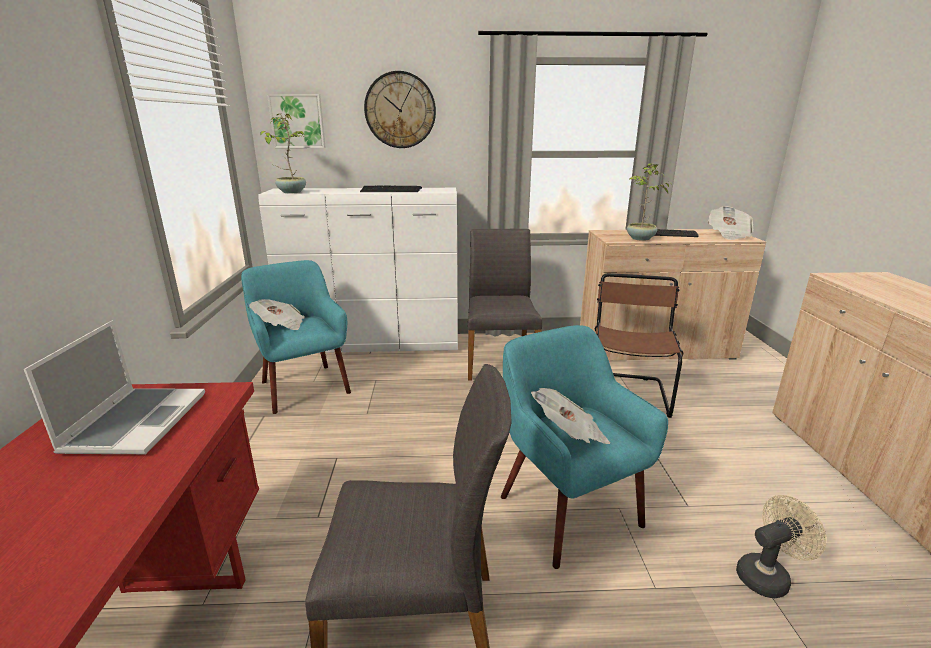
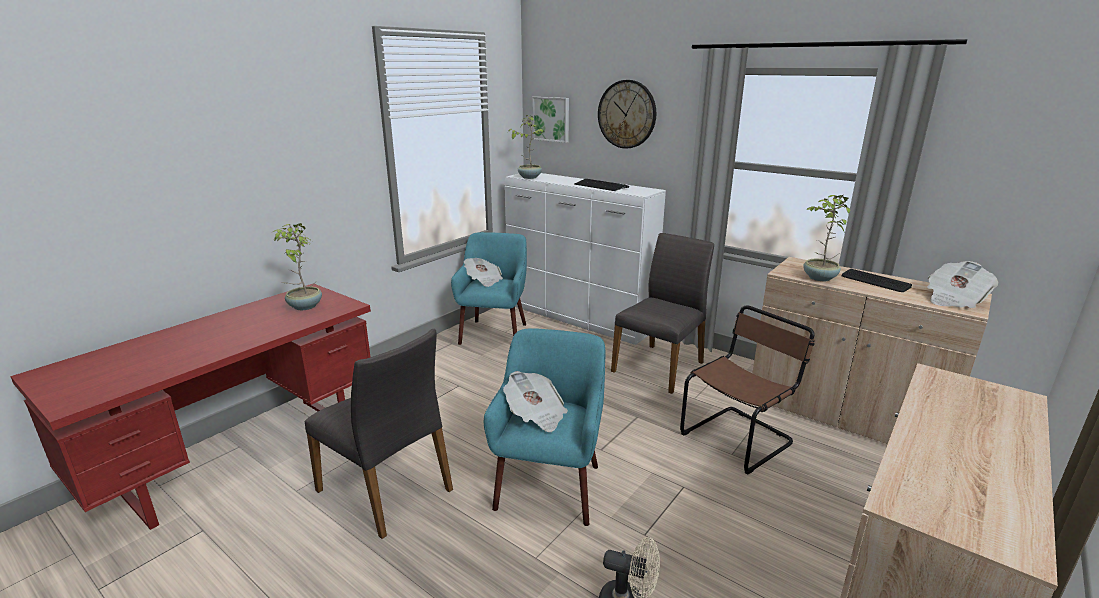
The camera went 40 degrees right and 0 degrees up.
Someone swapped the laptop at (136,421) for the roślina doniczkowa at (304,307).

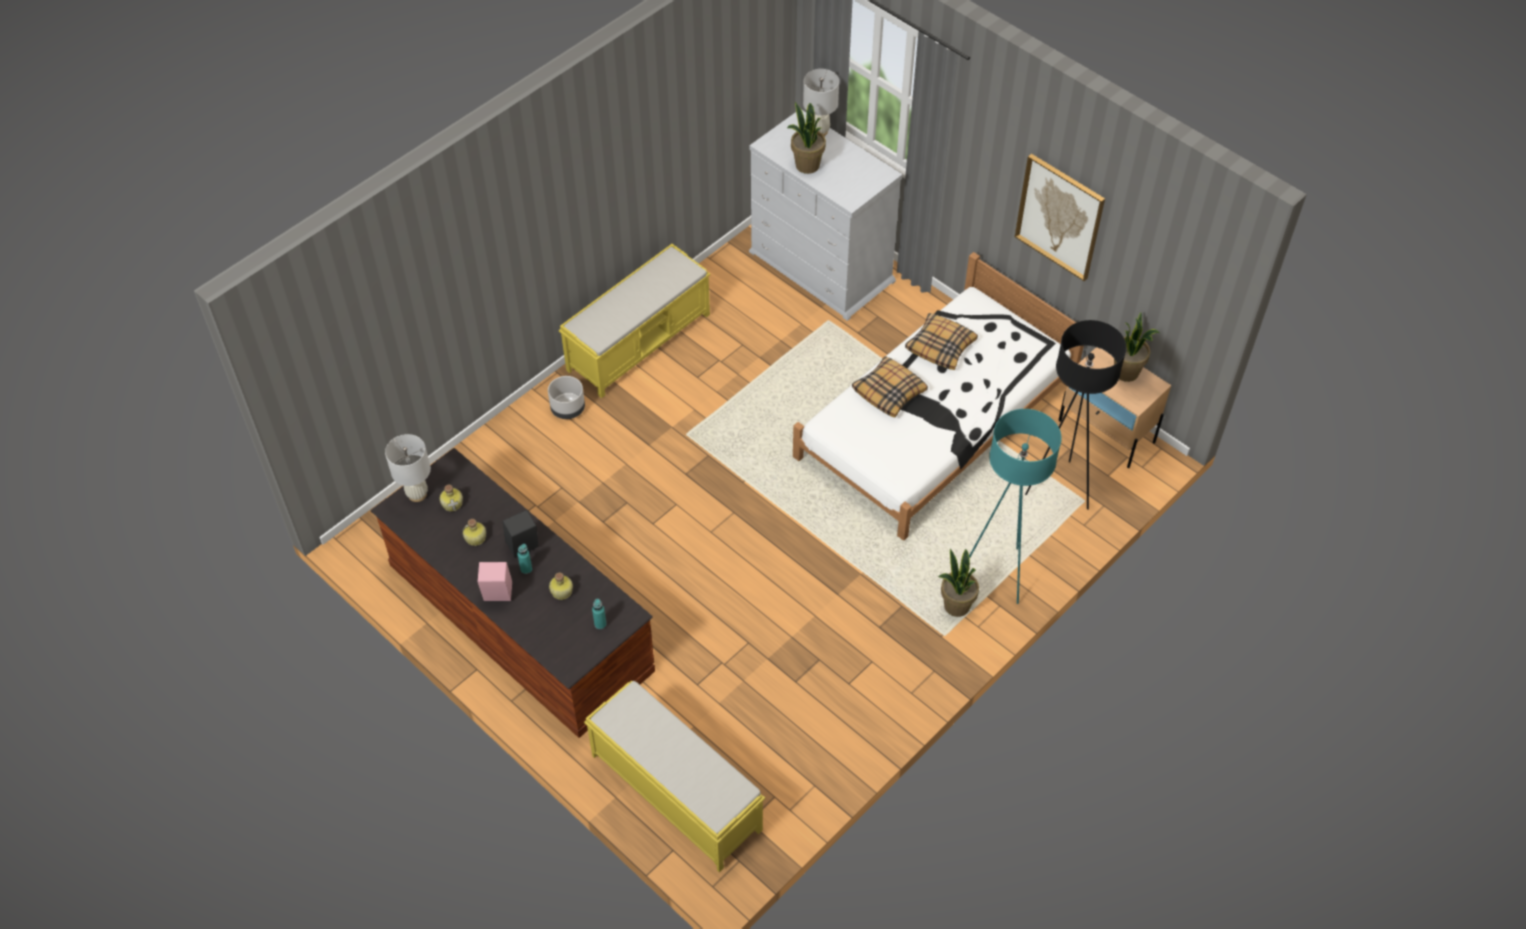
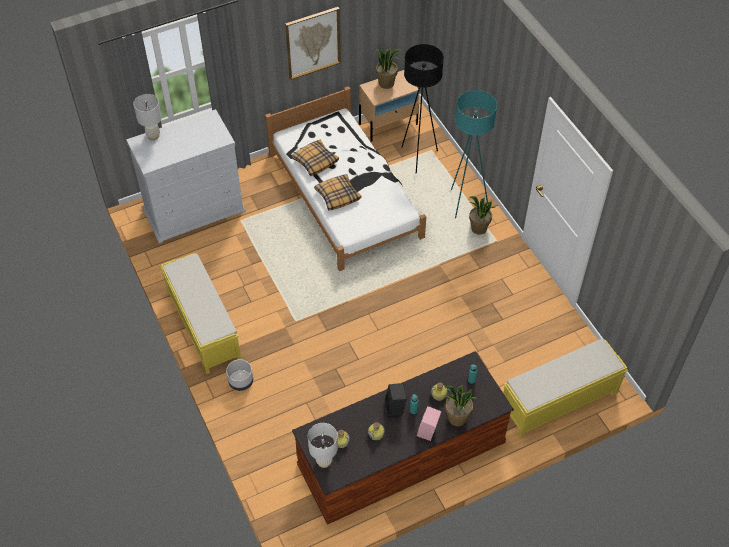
The camera went 70 degrees left and 0 degrees up.
Someone carried the roślina doniczkowa from (807,165) to (457,418).

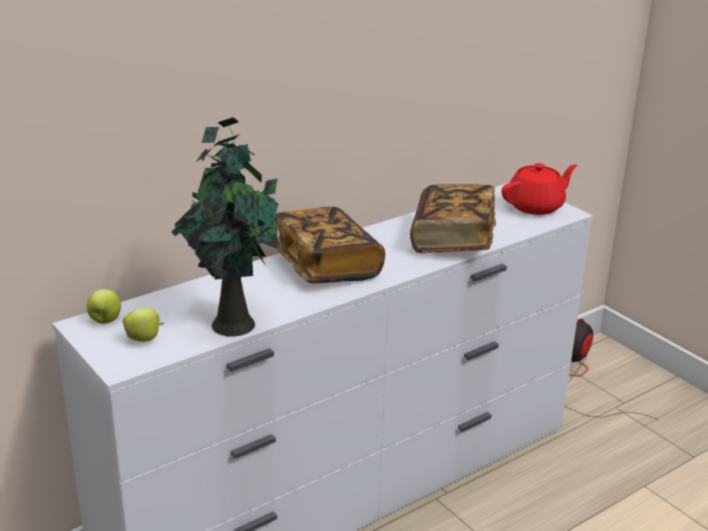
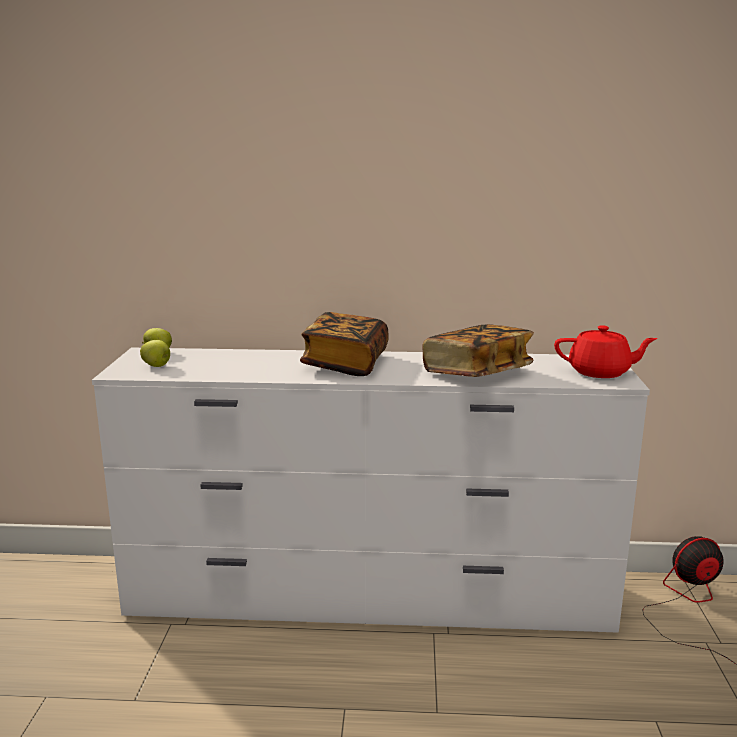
The camera went 40 degrees right and 10 degrees down.
Someone took away the roślina doniczkowa at (231,322).

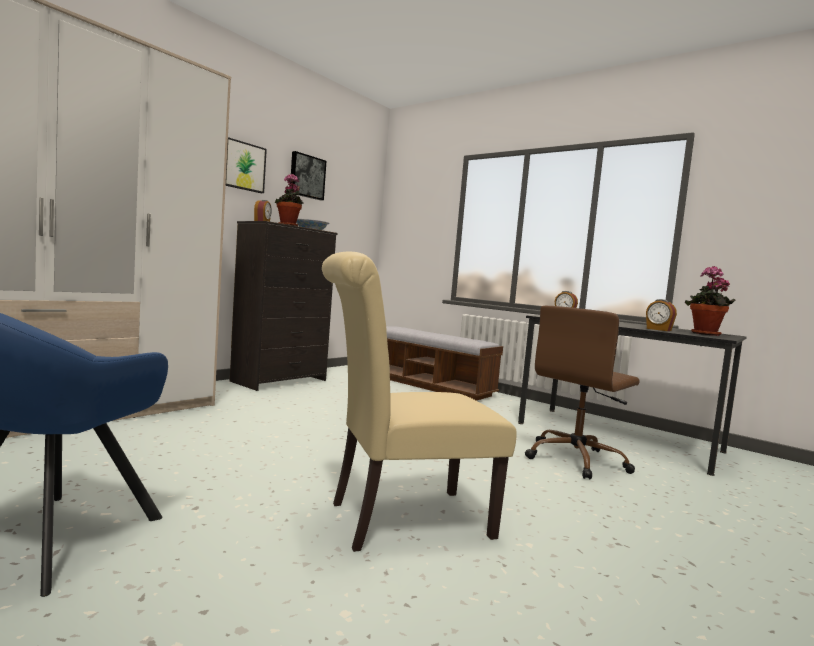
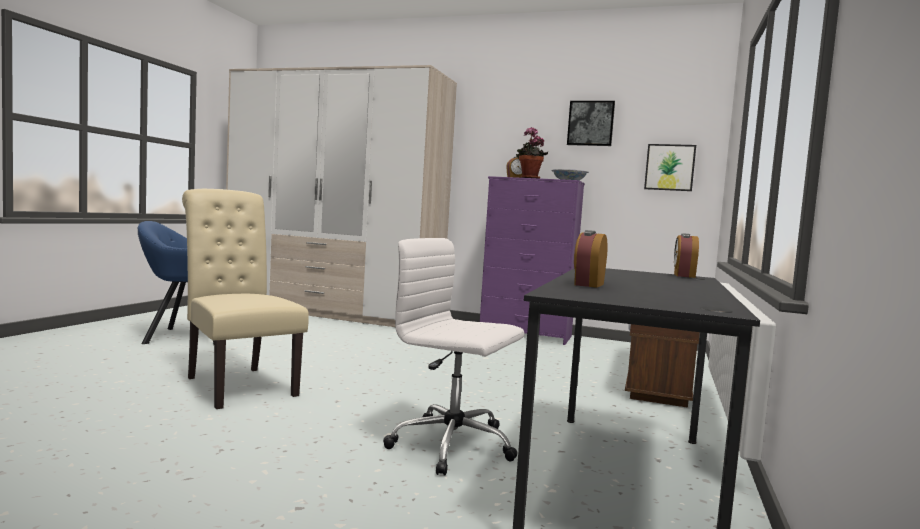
The camera went 70 degrees right and 0 degrees up.
Someone carried the obraz from (243,166) to (669,167).
Someone repainted the komoda (czarny) at (280,381), which became the komoda (fioletowy) at (526,335).
Someone took away the roślina doniczkowa at (705,334).
Someone repainted the krzesło biurowe (brązowy) at (576,459), which became the krzesło biurowe (biały) at (454,446).

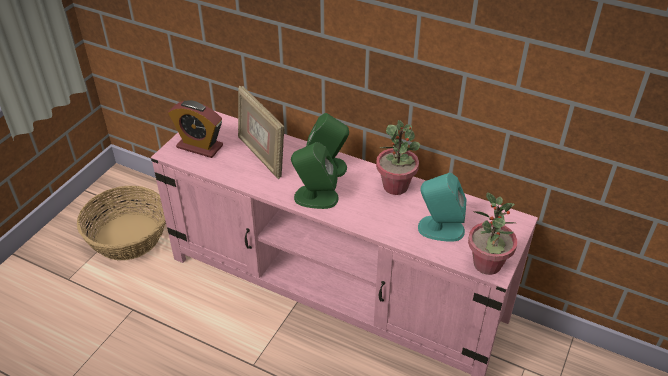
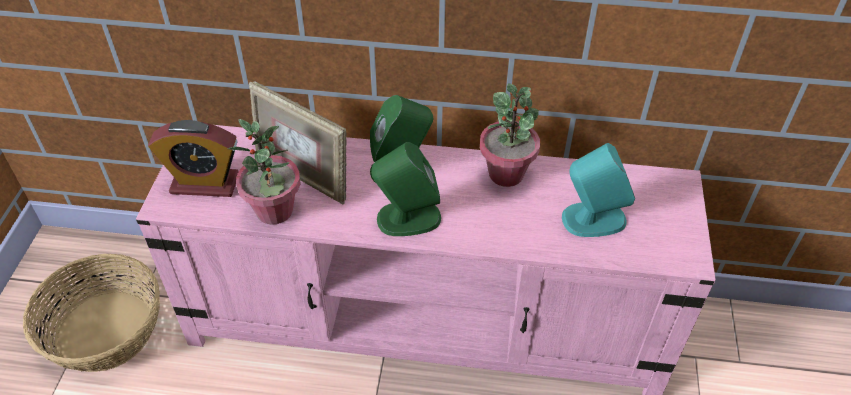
The camera went 20 degrees left and 5 degrees up.
Someone carried the roślina doniczkowa from (487,264) to (274,211).

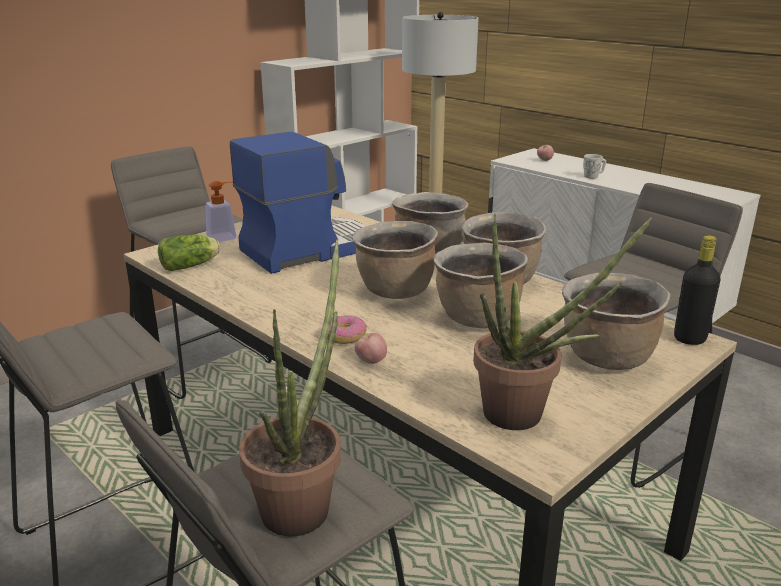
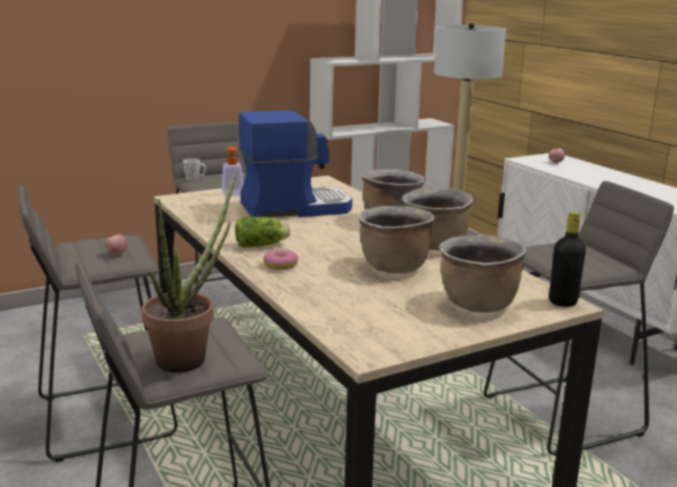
The camera went 15 degrees right and 5 degrees down.
Someone carried the kubek (biały) from (593,176) to (195,179).
Someone took away the roślina doniczkowa at (526,416).
Someone took away the garnek (brązowy) at (395,291).
Someone carried the sałata from (191,265) to (263,245).
Someone carried the jabłko from (371,361) to (116,254).

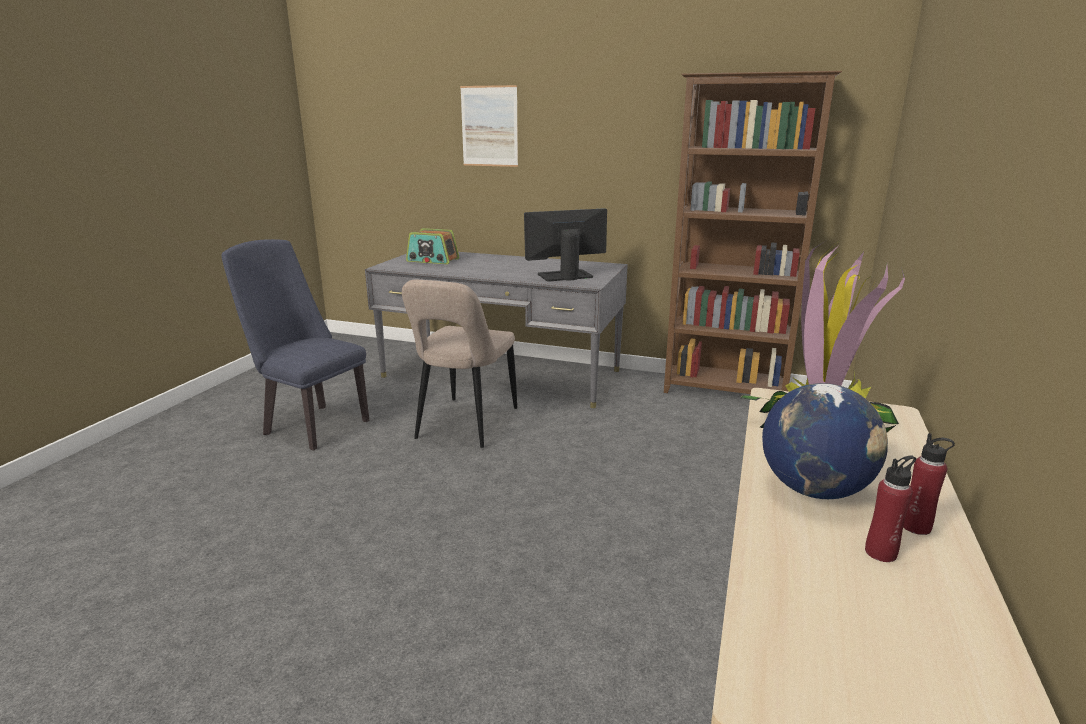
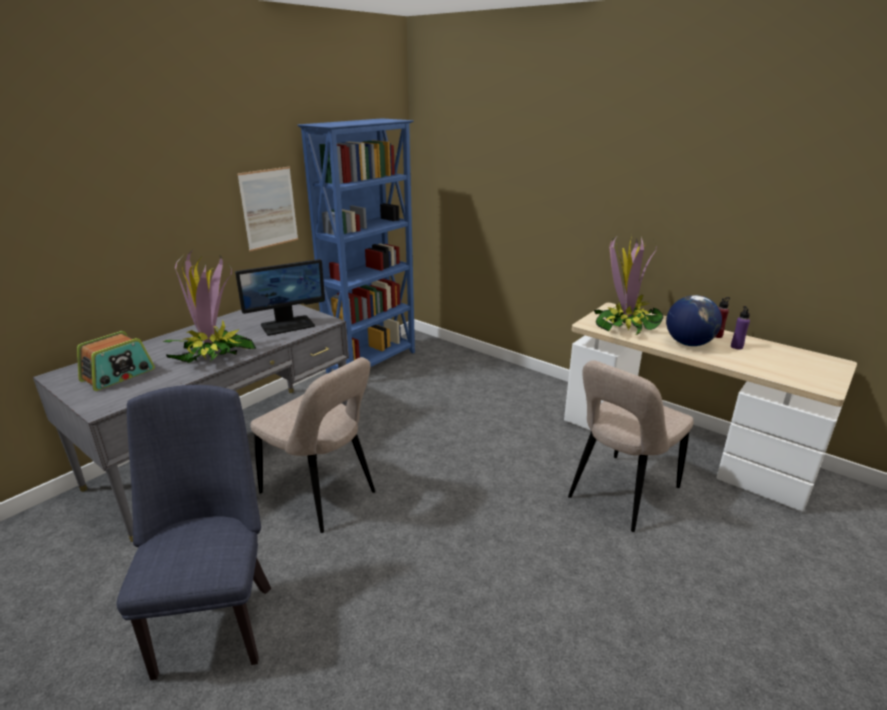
The camera went 70 degrees left and 5 degrees up.
Someone repainted the regał (brązowy) at (725,392), which became the regał (niebieski) at (373,362).
Someone carried the obraz from (489,126) to (269,208).
Someone rotated the monitor at (565,276) by 120 degrees counterclockwise.
Someone rotated the krzesło (niebieski) at (311,425) by 120 degrees clockwise.
Someone repainted the butelka (czerwony) at (880,553), which became the butelka (fioletowy) at (736,347).
Someone put down the roślina doniczkowa at (213,354).
Someone put down the krzesło (beżowy) at (620,494).

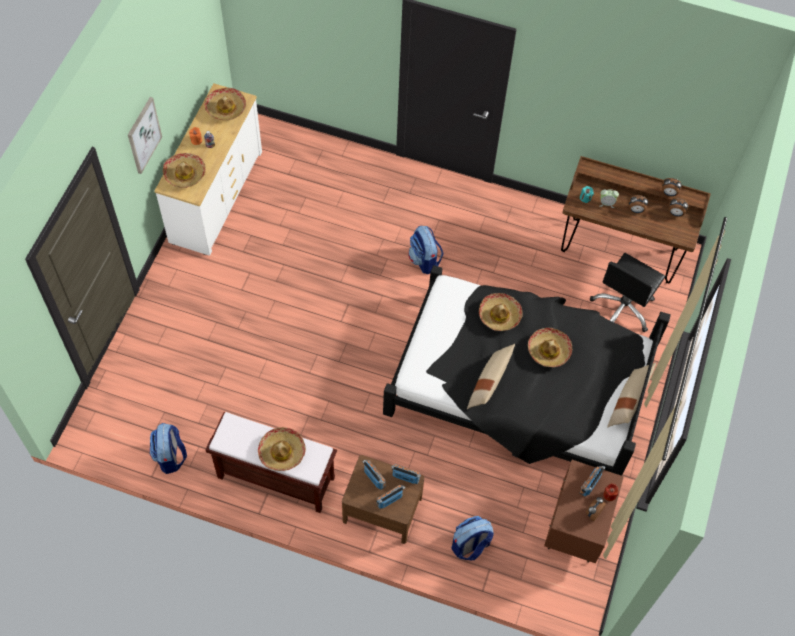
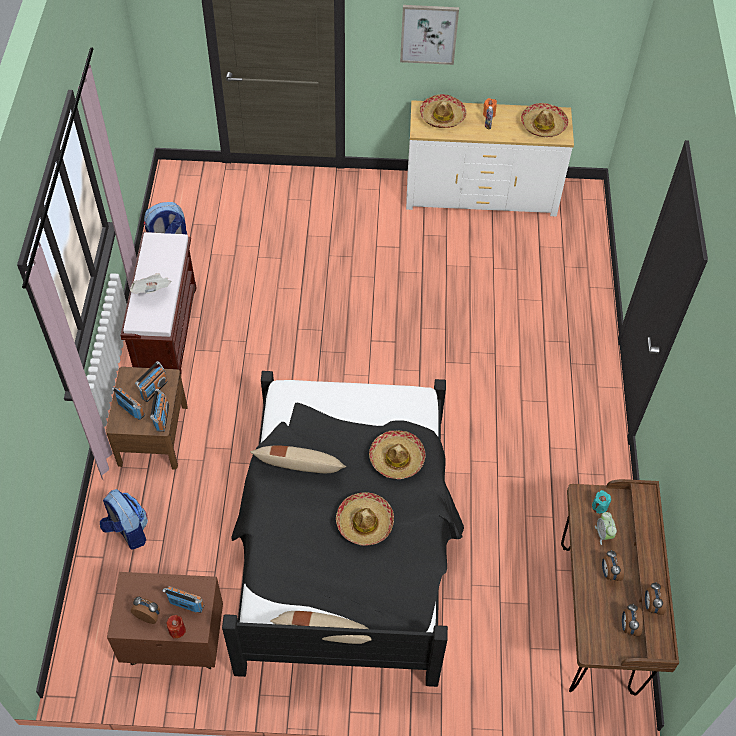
The camera went 75 degrees right and 5 degrees down.
Someone took away the plecak at (424,260).
Someone took away the krzesło biurowe (czarny) at (623,308).
Someone swapped the kapelusz at (282,452) for the gazeta at (152,290).

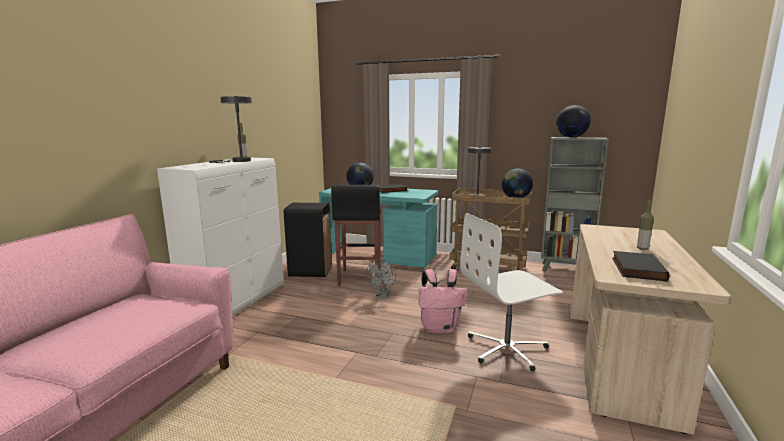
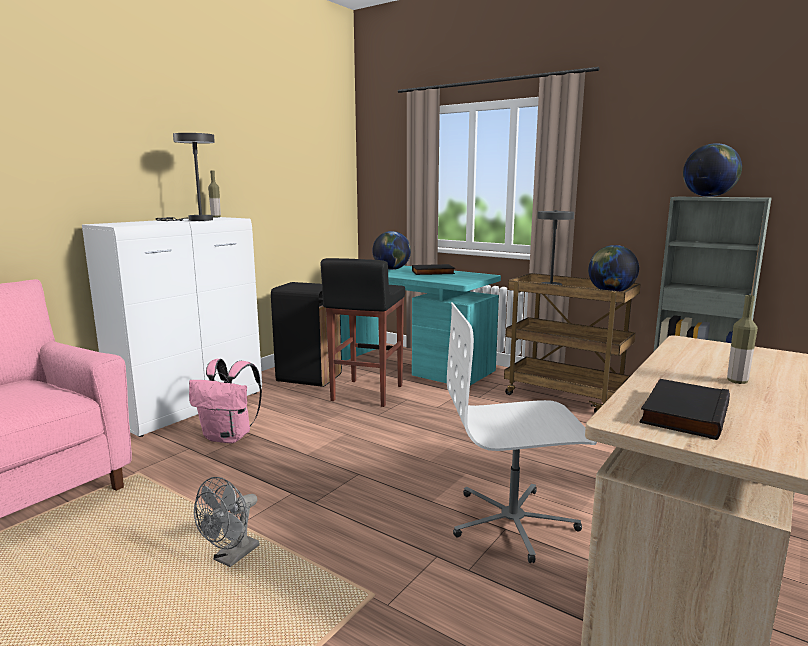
The camera went 15 degrees right and 0 degrees up.
Someone carried the wentylator (szary) from (382,296) to (231,558).
Someone carried the plecak (różowy) from (440,328) to (229,437).

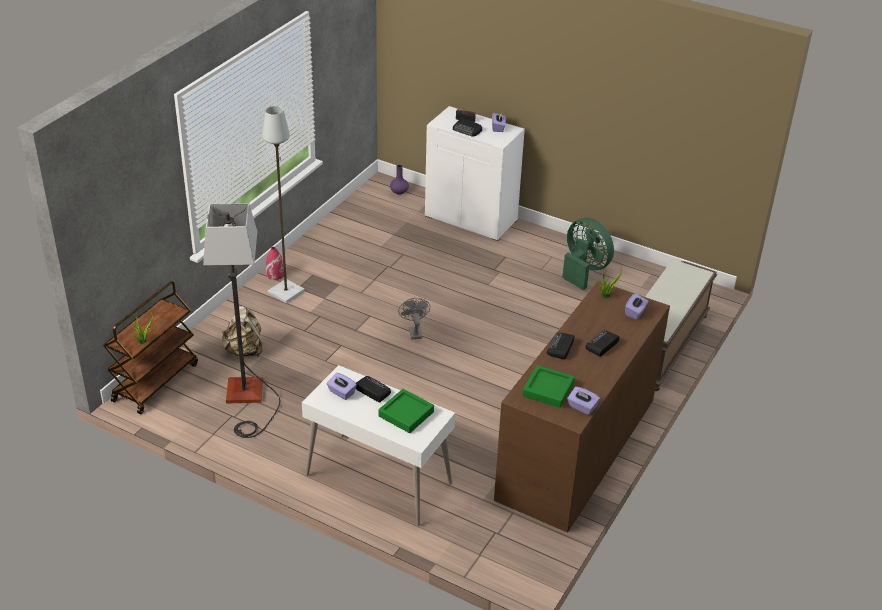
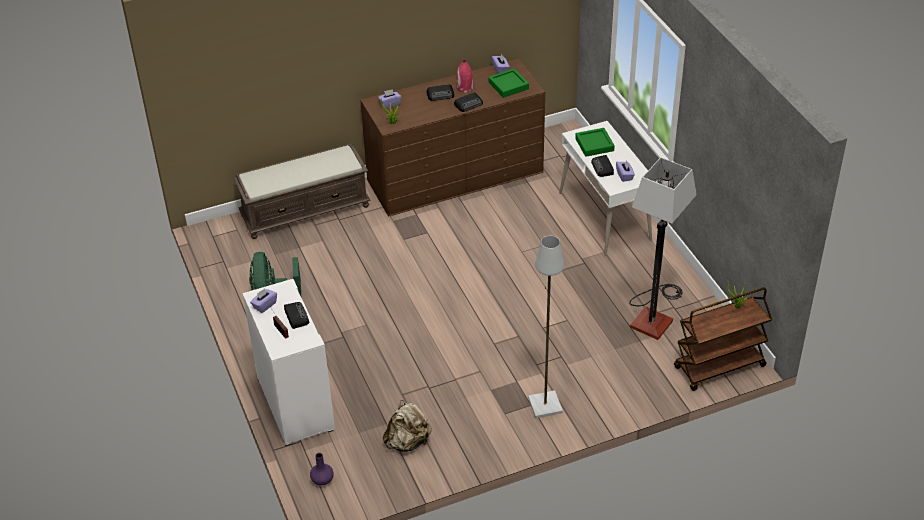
The camera went 140 degrees left and 5 degrees up.
Someone carried the wazon (czerwony) from (275,275) to (464,88).
Someone took away the wentylator (szary) at (414,331).
Someone carried the plecak (beżowy) from (244,350) to (408,442).

